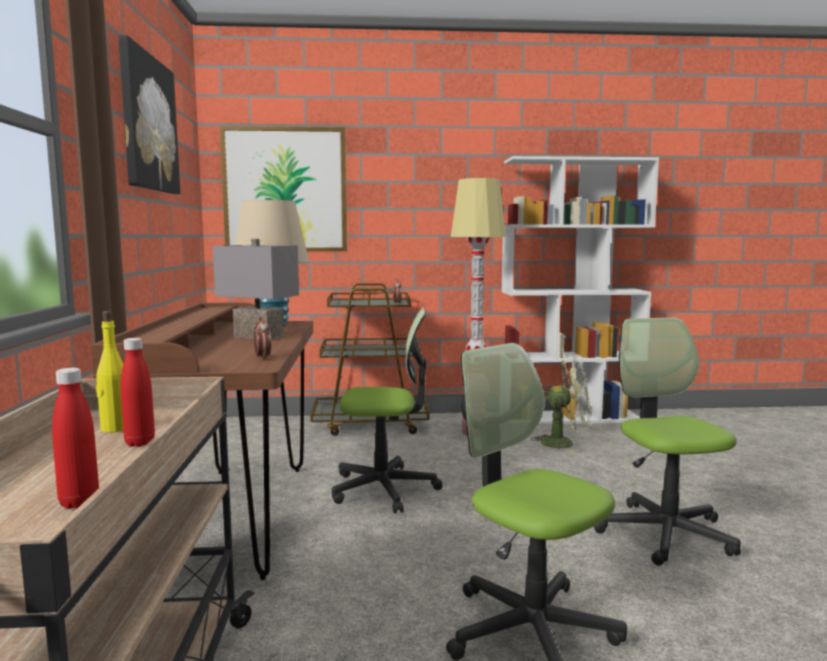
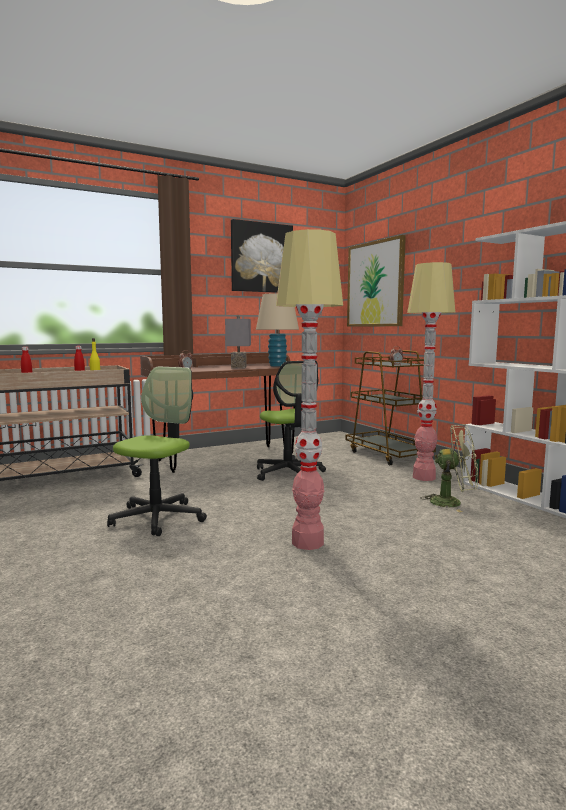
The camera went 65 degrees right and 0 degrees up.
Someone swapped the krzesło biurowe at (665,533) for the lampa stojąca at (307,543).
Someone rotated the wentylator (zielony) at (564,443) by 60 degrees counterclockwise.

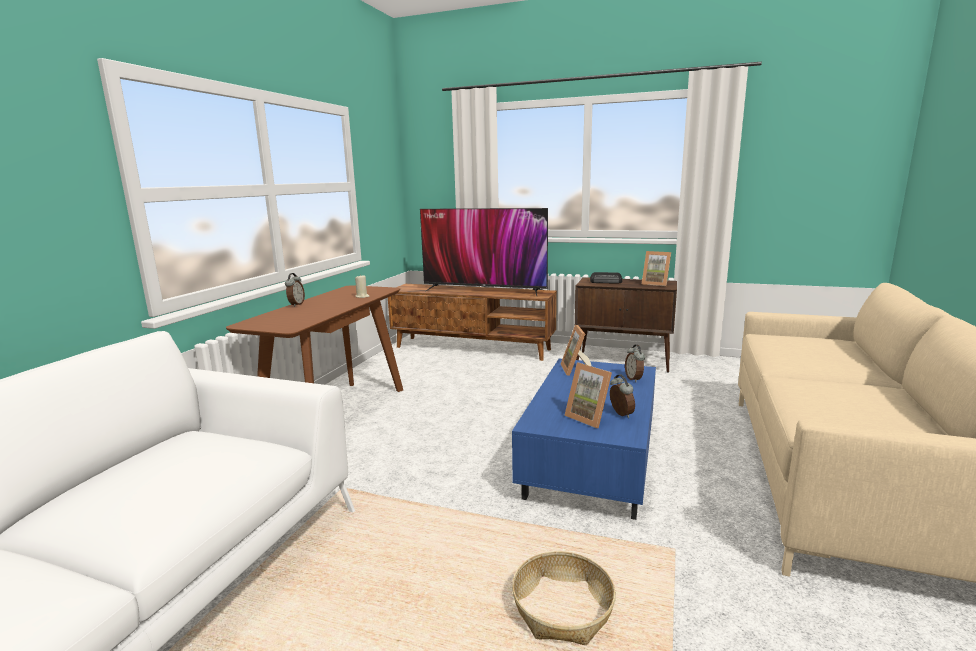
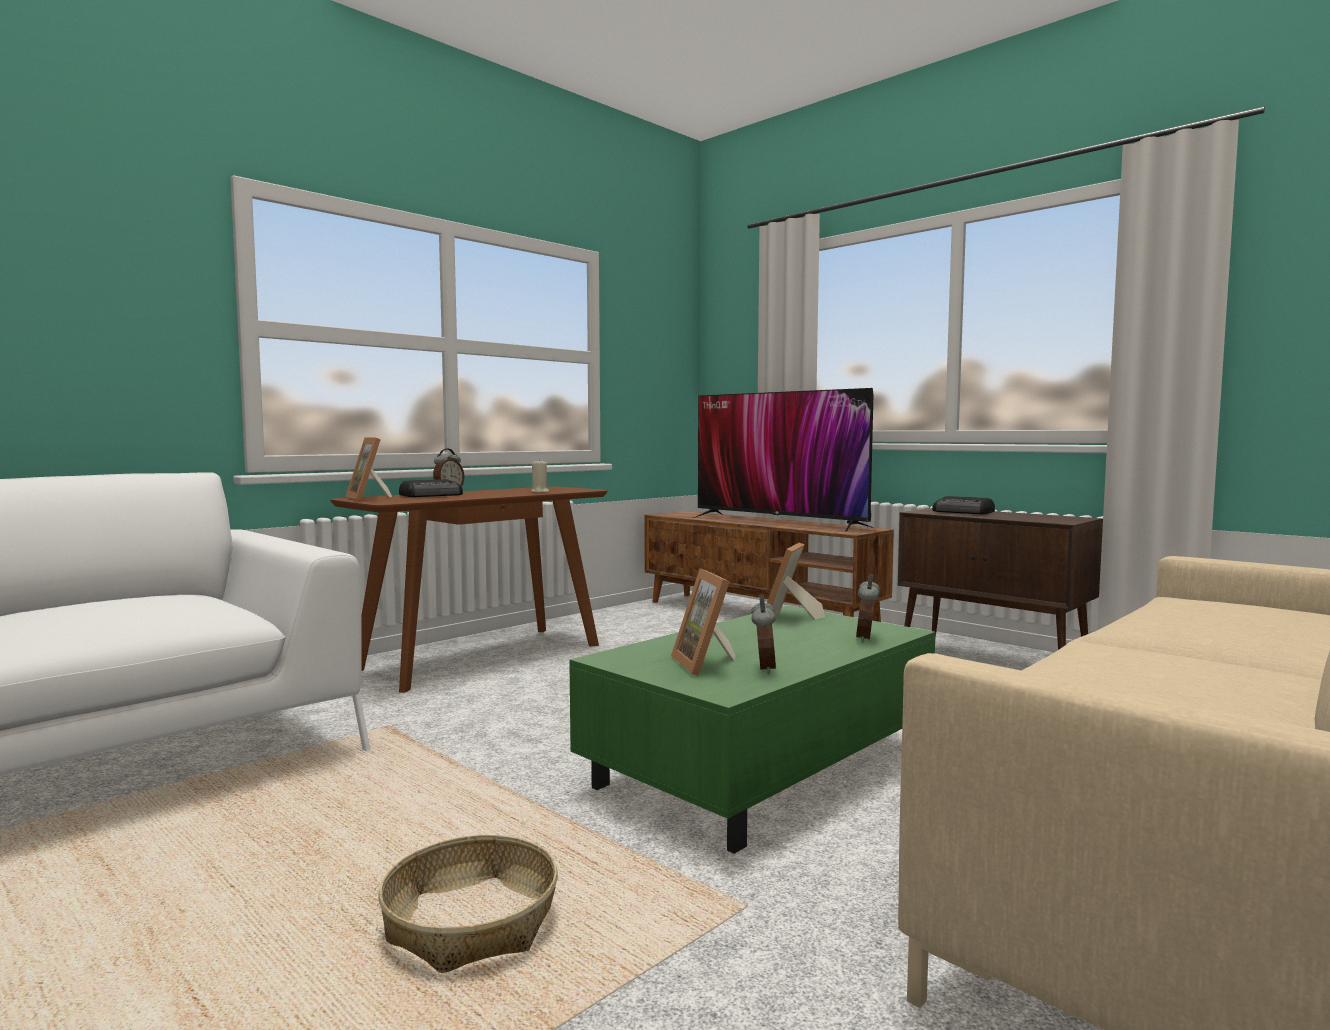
The camera went 25 degrees right and 10 degrees down.
Someone carried the ramka na zdjęcie from (655,284) to (370,498).
Someone repainted the ława (niebieski) at (590,461), which became the ława (zielony) at (760,768).
Someone put down the radio at (432,495).

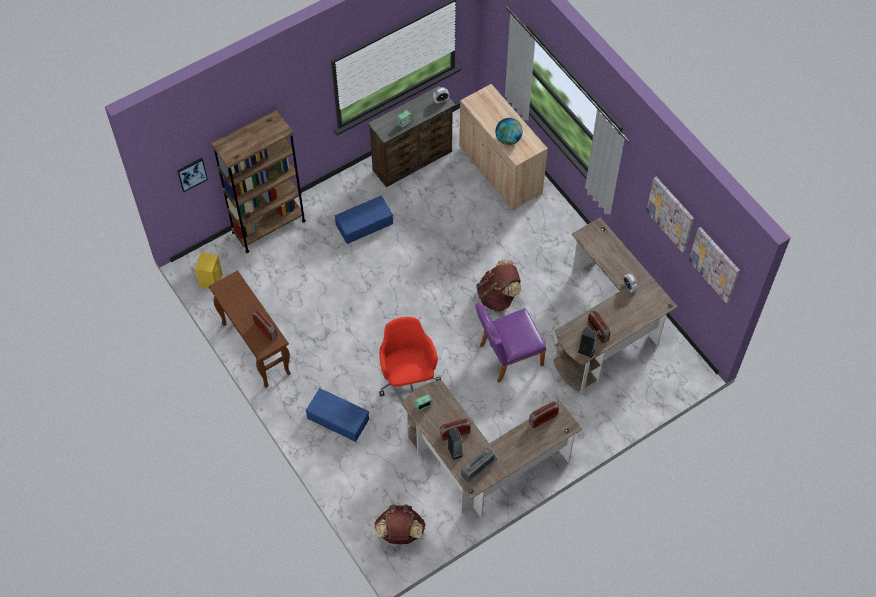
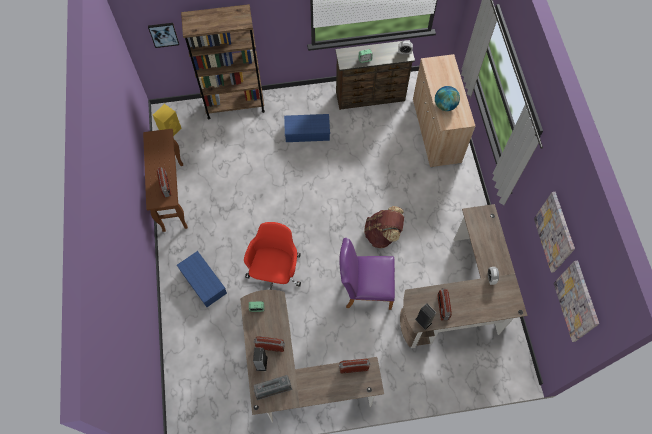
The camera went 25 degrees right and 5 degrees up.
Someone took away the plecak (brązowy) at (400,533).

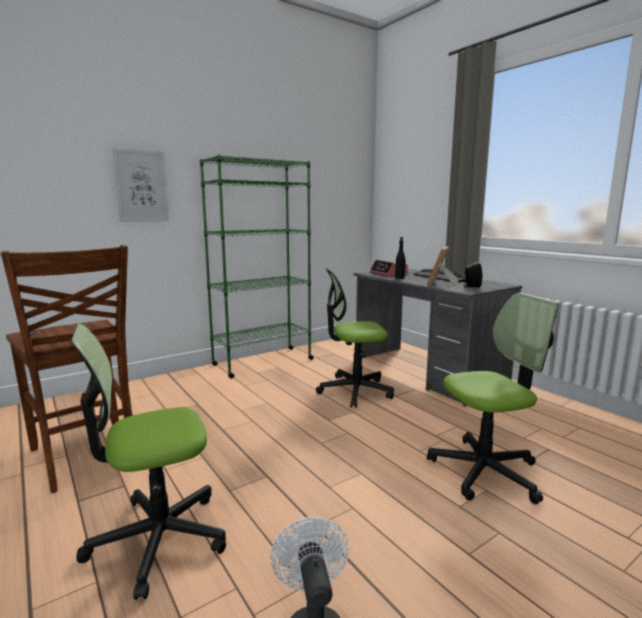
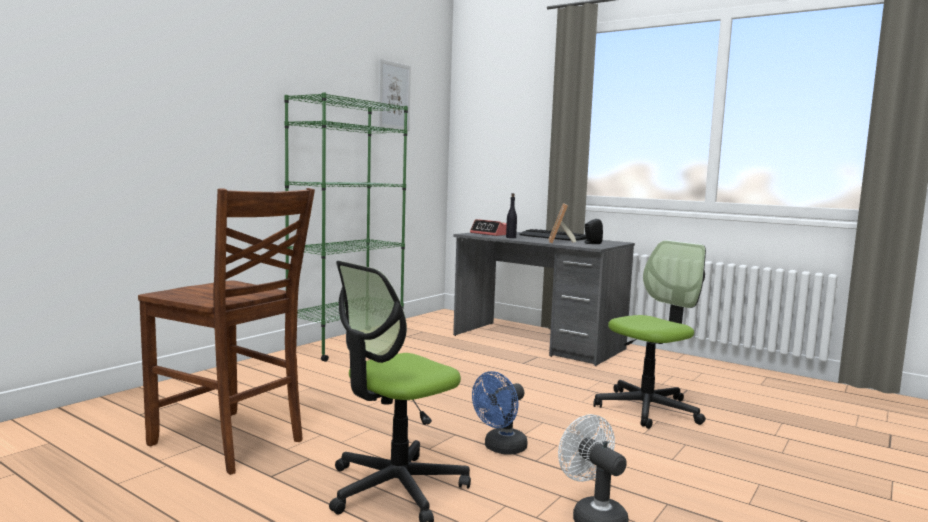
The camera went 20 degrees left and 5 degrees down.
Someone carried the obraz from (141,186) to (393,96).
Someone took away the krzesło biurowe at (354,391).
Someone put down the wentylator (niebieski) at (501,448).

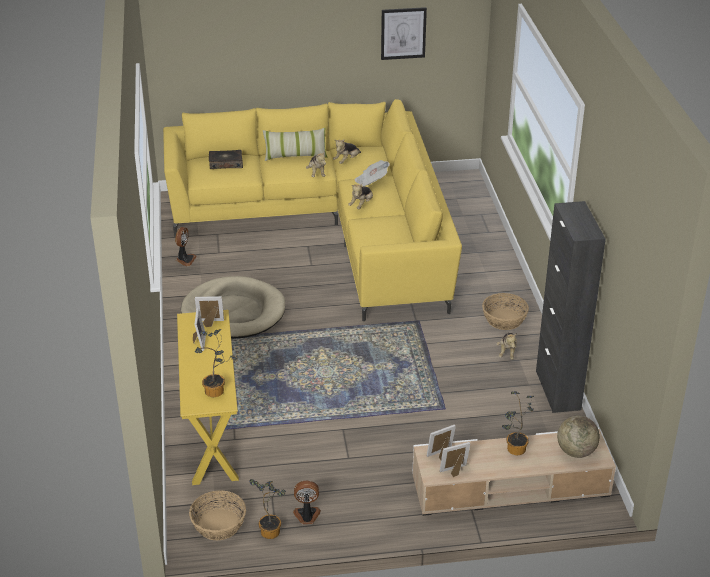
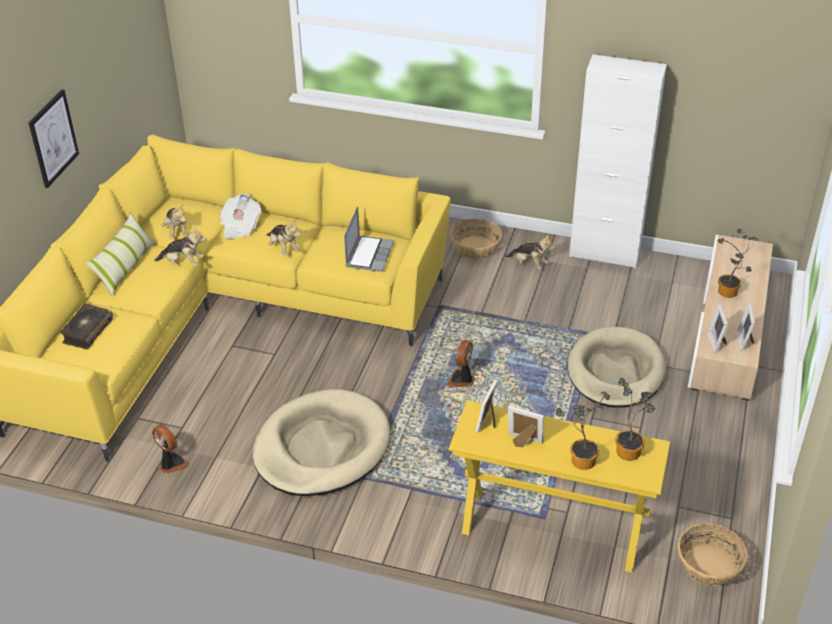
The camera went 65 degrees left and 5 degrees up.
Someone carried the obraz from (403,33) to (53,138).
Someone repainted the szafka (czarny) at (558,390), which became the szafka (biały) at (604,253).
Someone took away the globus at (576,451).
Someone carried the roślina doniczkowa from (271,529) to (579,459).
Someone carried the wentylator from (307,516) to (462,380).
Someone put down the laptop at (369,254).
Someone put down the legowisko (beżowy) at (615,371).

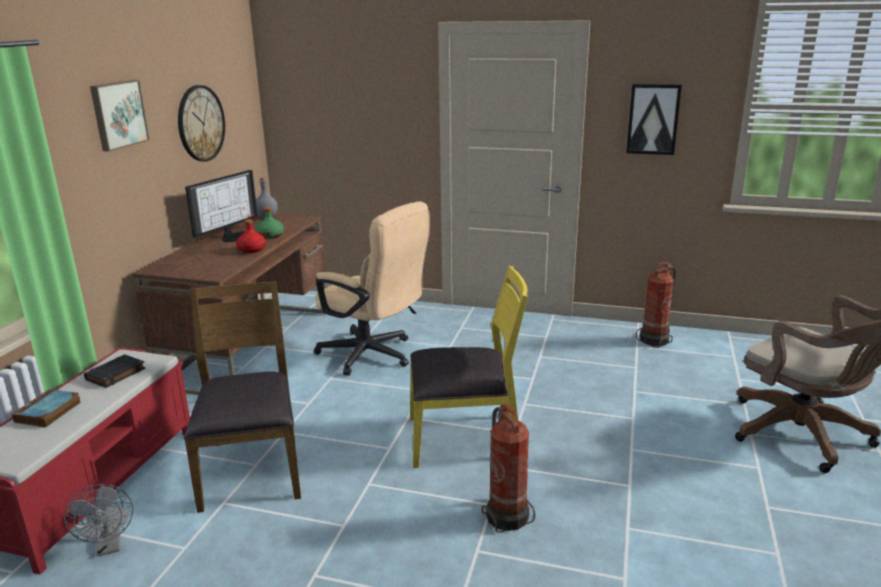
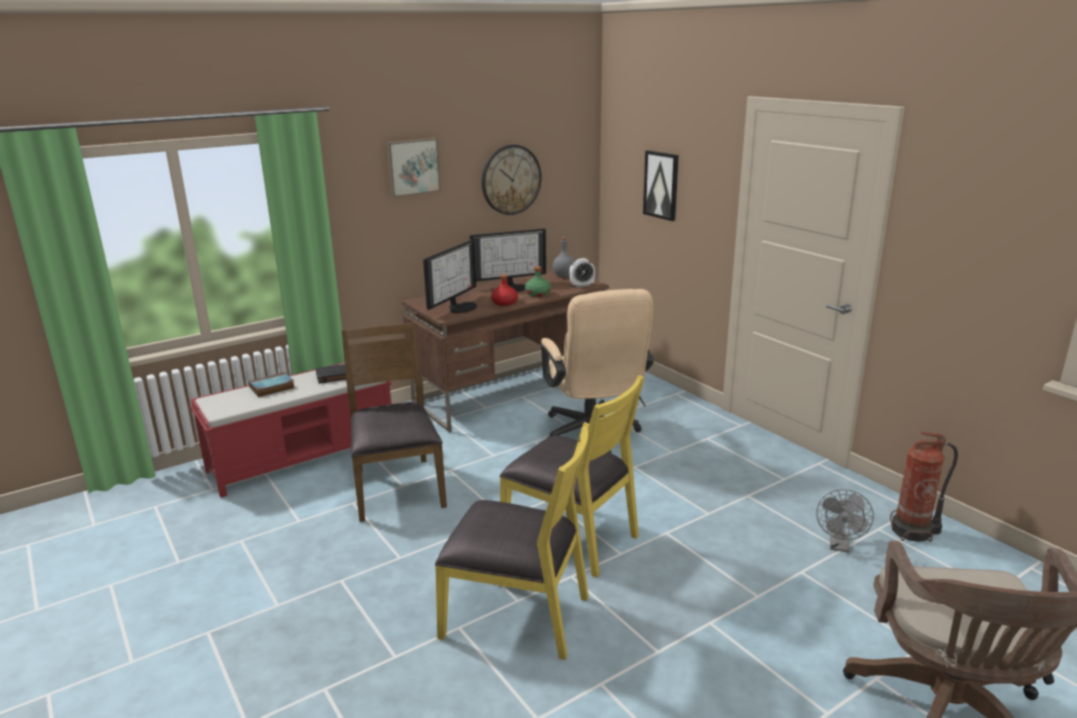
The camera went 40 degrees right and 0 degrees up.
Someone carried the obraz from (653,119) to (661,185).
Someone rotated the krzesło (brązowy) at (252,468) by 45 degrees counterclockwise.
Someone swapped the gaśnica at (507,515) for the krzesło (żółty) at (517,615).
Someone carried the wentylator (szary) from (109,547) to (839,546).
Someone put down the monitor at (460,307).
Someone put down the budzik at (582,285).

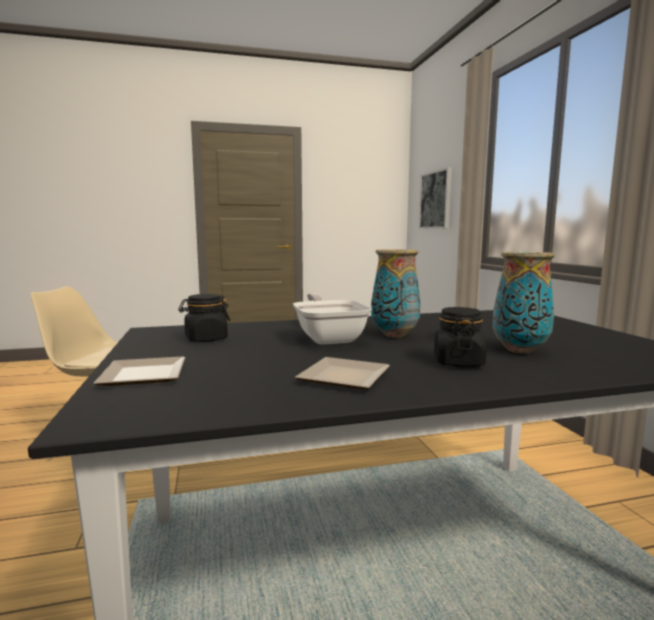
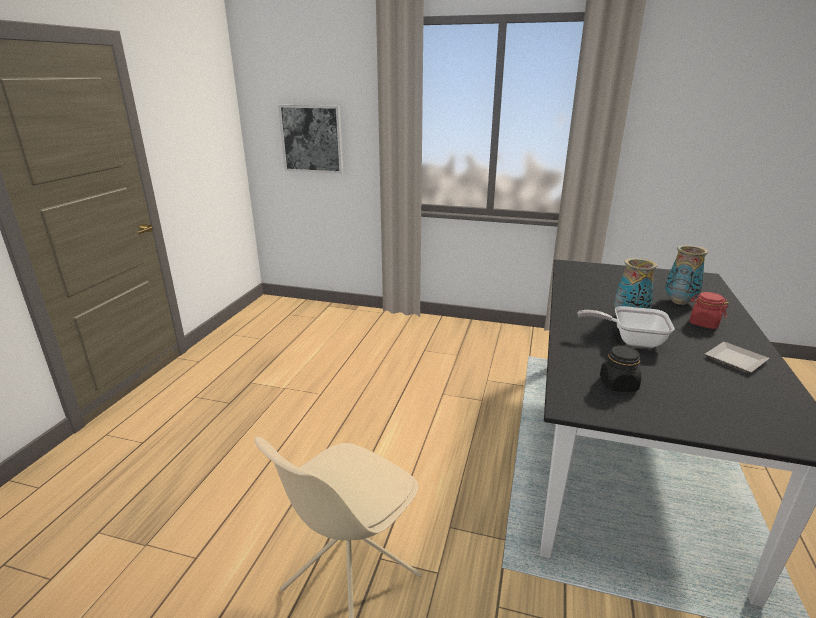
The camera went 60 degrees left and 15 degrees up.
Someone repainted the słoik (czarny) at (458,362), which became the słoik (czerwony) at (703,323).
Someone took away the talerz at (147,374).

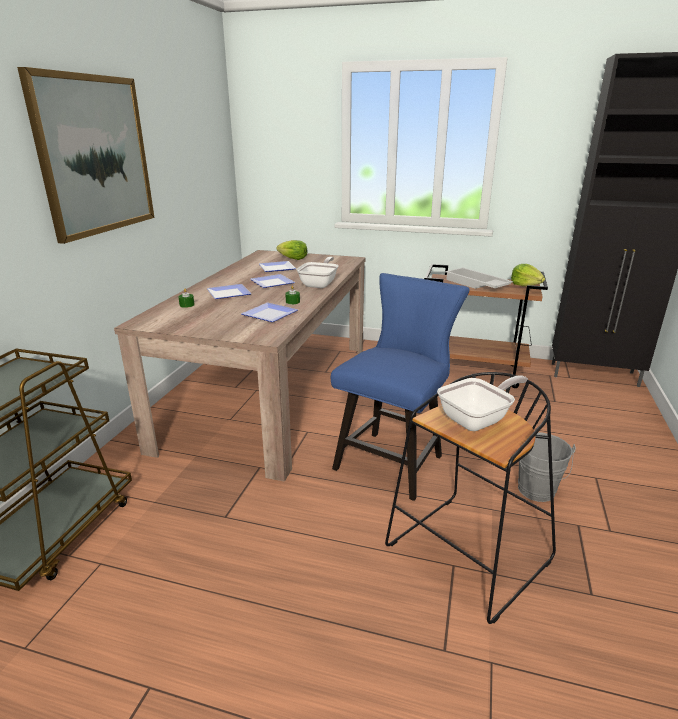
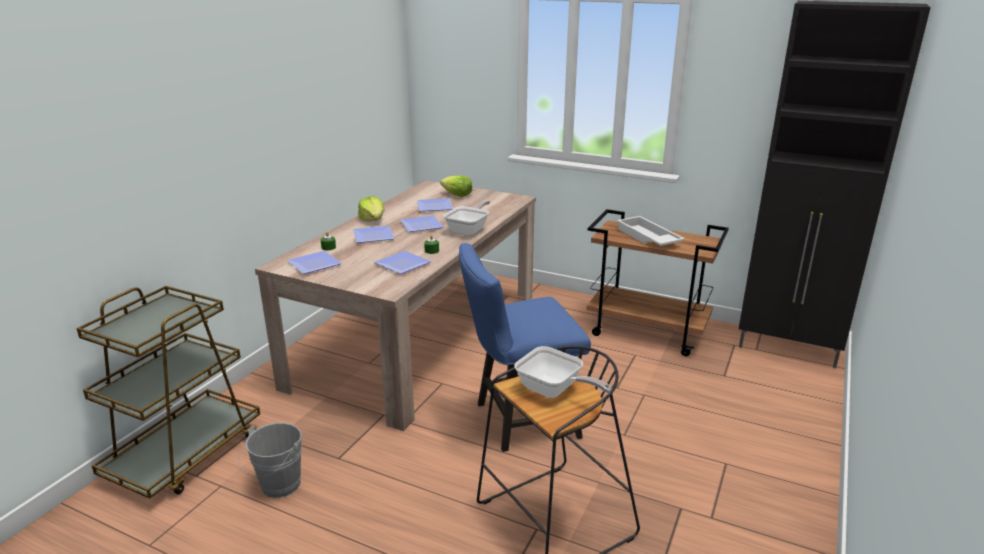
The camera went 10 degrees right and 0 degrees up.
Someone took away the obraz at (95,155).
Someone carried the sałata from (525,285) to (373,220).
Someone rotated the krzesło (niebieski) at (393,459) by 150 degrees counterclockwise.
Someone rotated the patelnia at (478,419) by 60 degrees clockwise.
Someone carried the wiadro (szary) from (536,492) to (278,487).
Someone put down the talerz at (315,264).

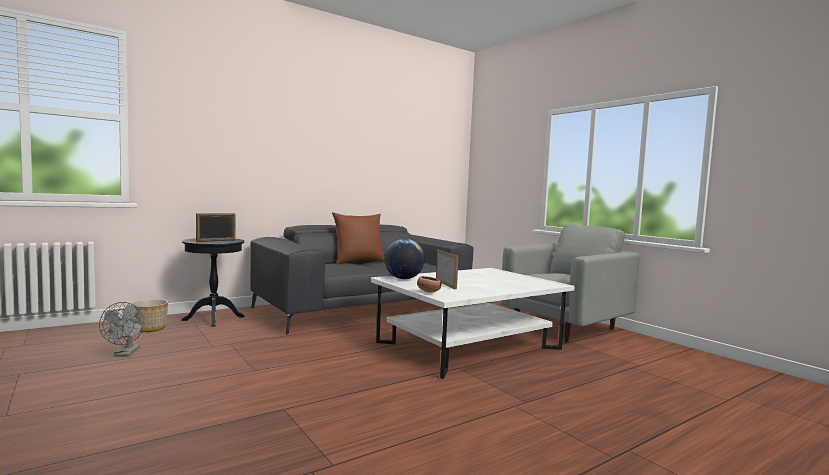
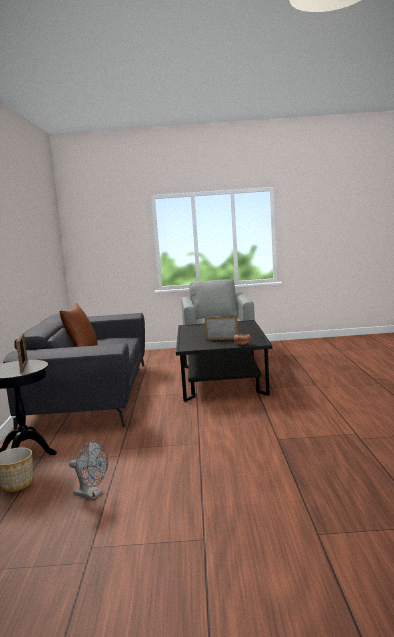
The camera went 55 degrees left and 5 degrees up.
Someone took away the globus at (403,279).
Someone repainted the ława (biały) at (469,345), which became the ława (czarny) at (222,379).

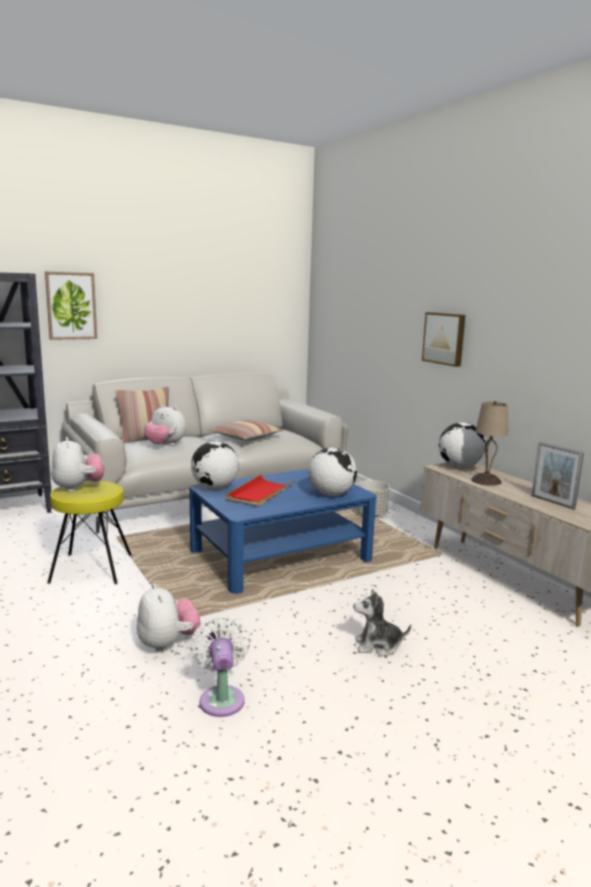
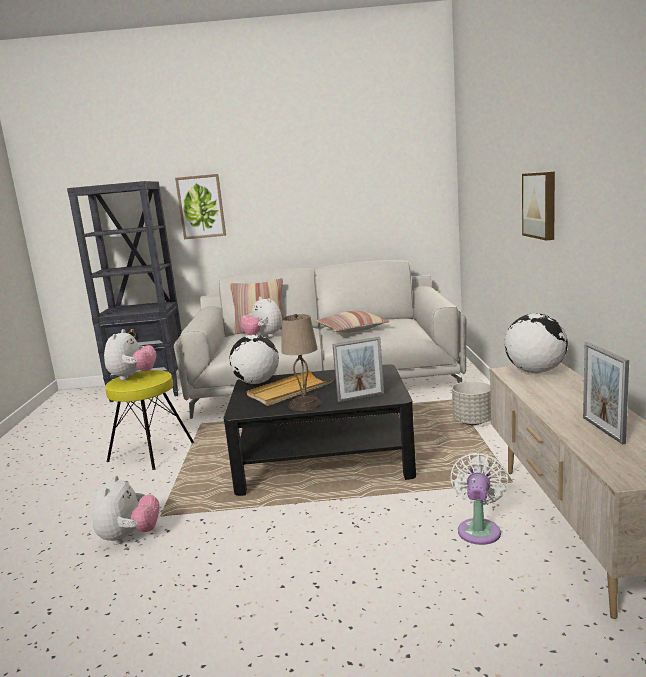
The camera went 30 degrees right and 0 degrees up.
Someone carried the lampa stołowa (beżowy) from (486,481) to (304,404).
Someone swapped the globus at (331,494) for the ramka na zdjęcie at (361,397).
Someone repainted the ława (niebieski) at (280,555), which became the ława (czarny) at (323,459).
Someone repainted the taca (czerwony) at (260,493), which became the taca (beżowy) at (290,391).
Someone took away the pluszak at (378,646).
Someone carried the wentylator (biały) from (221,698) to (479,529).

